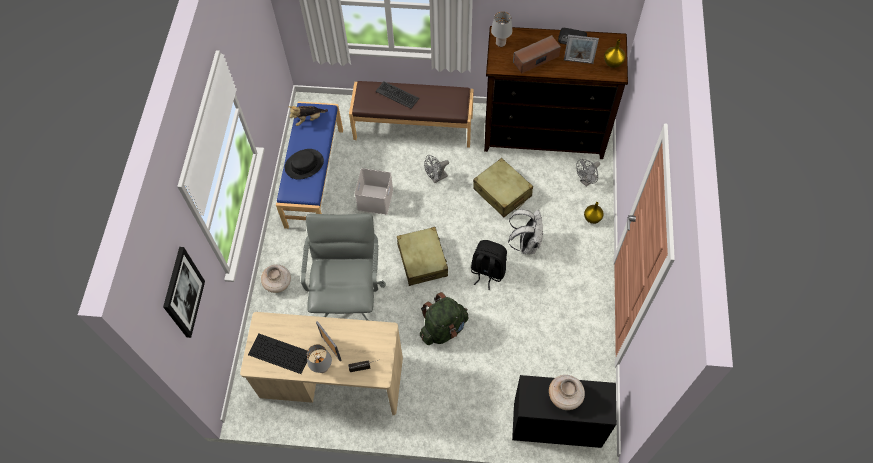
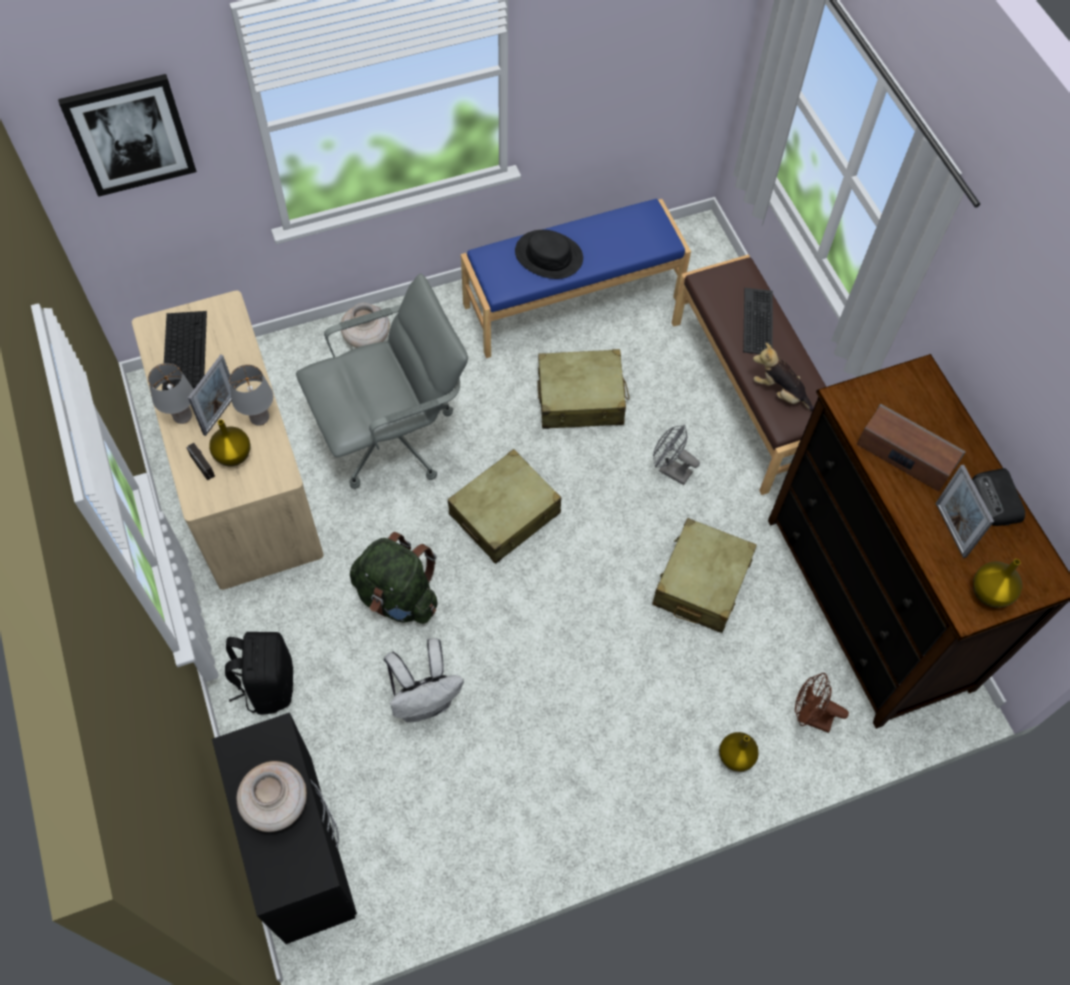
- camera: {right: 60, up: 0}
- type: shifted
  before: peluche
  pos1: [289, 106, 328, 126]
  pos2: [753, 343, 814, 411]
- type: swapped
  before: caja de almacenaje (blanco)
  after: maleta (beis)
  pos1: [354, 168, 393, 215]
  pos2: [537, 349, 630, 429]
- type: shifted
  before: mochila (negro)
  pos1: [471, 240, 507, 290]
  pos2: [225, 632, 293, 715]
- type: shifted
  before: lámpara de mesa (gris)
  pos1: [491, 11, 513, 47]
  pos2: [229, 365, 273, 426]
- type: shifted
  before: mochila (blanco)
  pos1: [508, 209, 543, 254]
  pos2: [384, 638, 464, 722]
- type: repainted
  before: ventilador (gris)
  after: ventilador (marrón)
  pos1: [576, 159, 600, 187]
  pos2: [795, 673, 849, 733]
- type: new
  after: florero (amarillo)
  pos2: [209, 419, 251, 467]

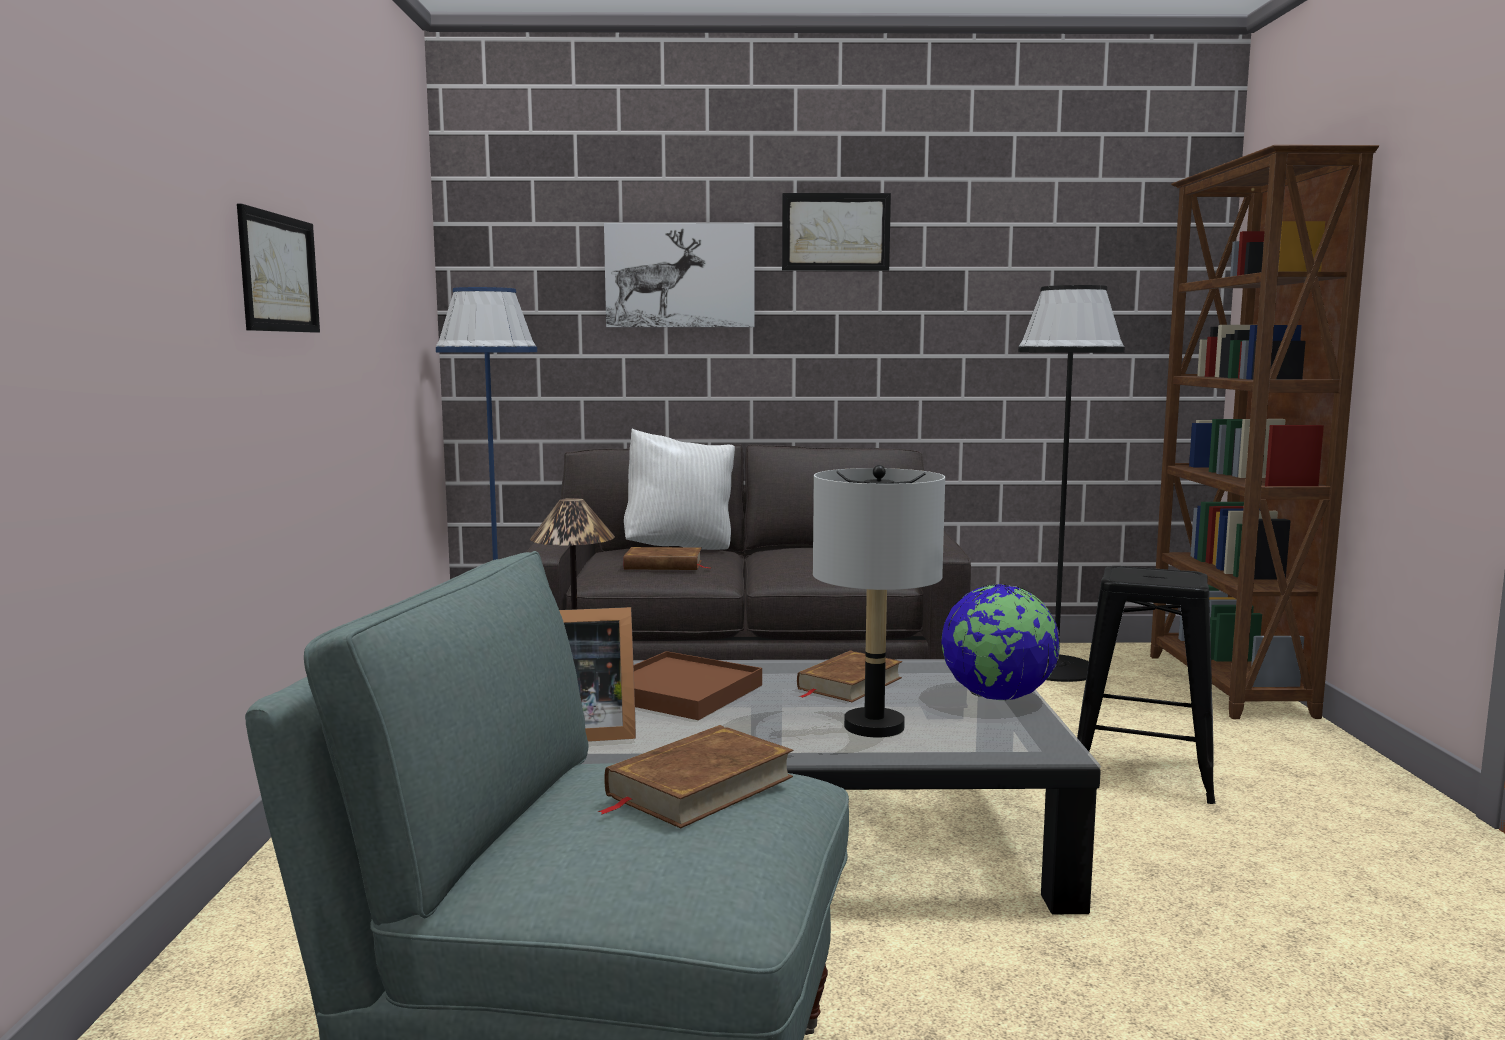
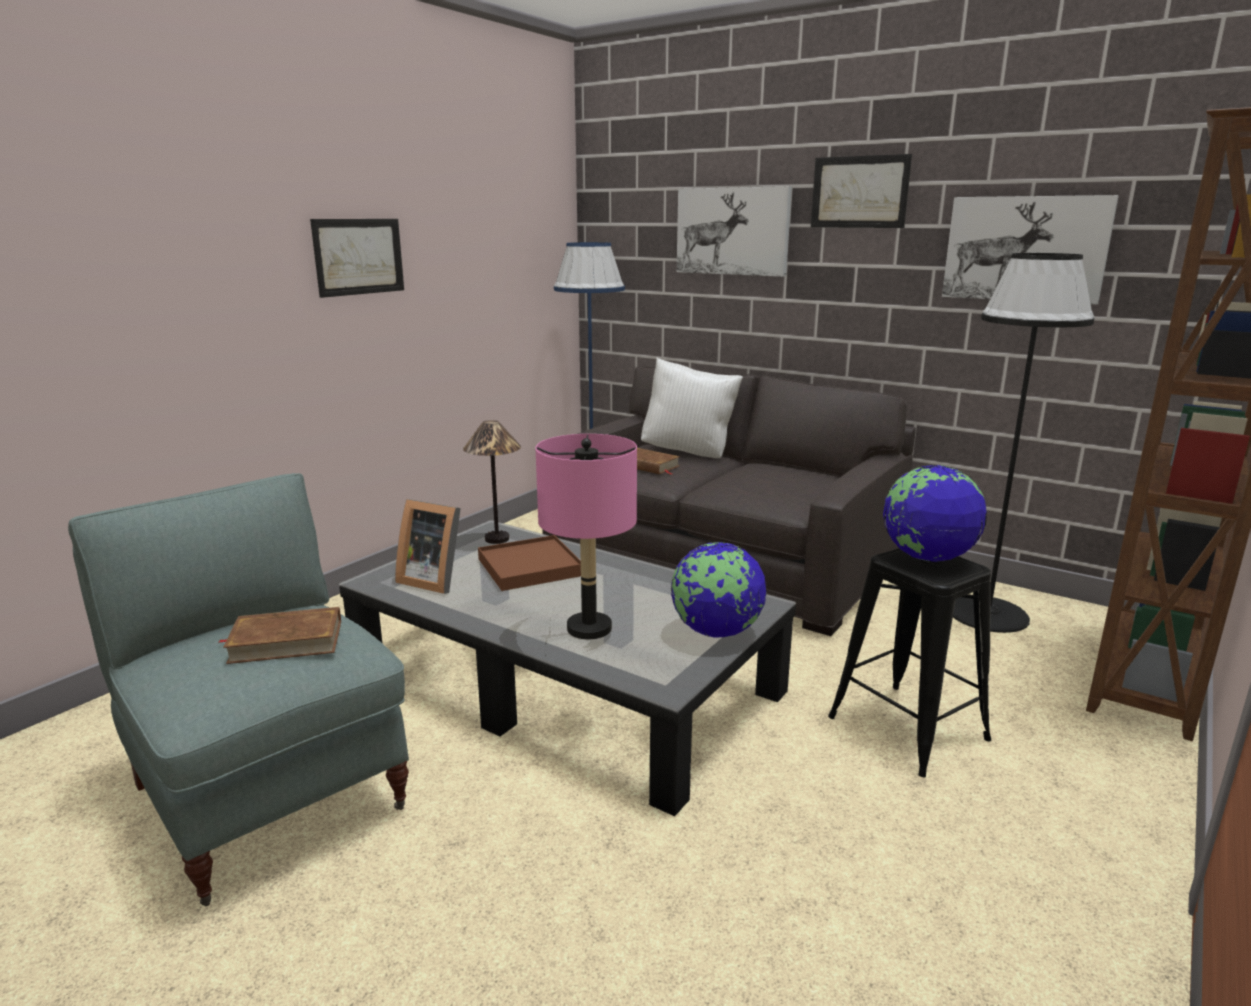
- camera: {right: 35, up: 10}
- type: gone
  before: libro (marrón)
  pos1: [797, 650, 902, 702]
- type: repainted
  before: lámpara de mesa (gris)
  after: lámpara de mesa (rosa)
  pos1: [813, 465, 945, 738]
  pos2: [536, 434, 637, 639]
- type: new
  after: globo terráqueo
  pos2: [883, 465, 987, 562]
- type: new
  after: cuadro
  pos2: [942, 195, 1119, 305]

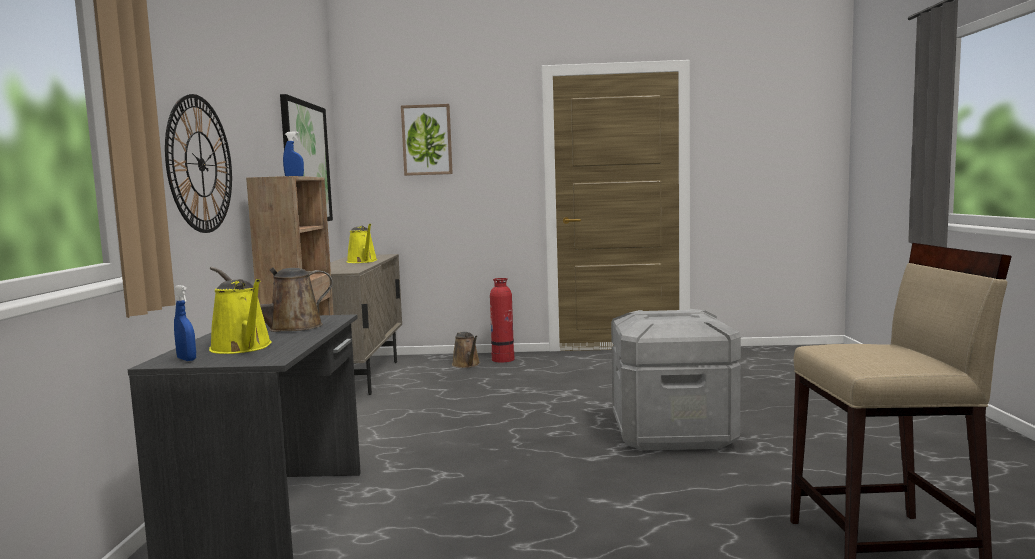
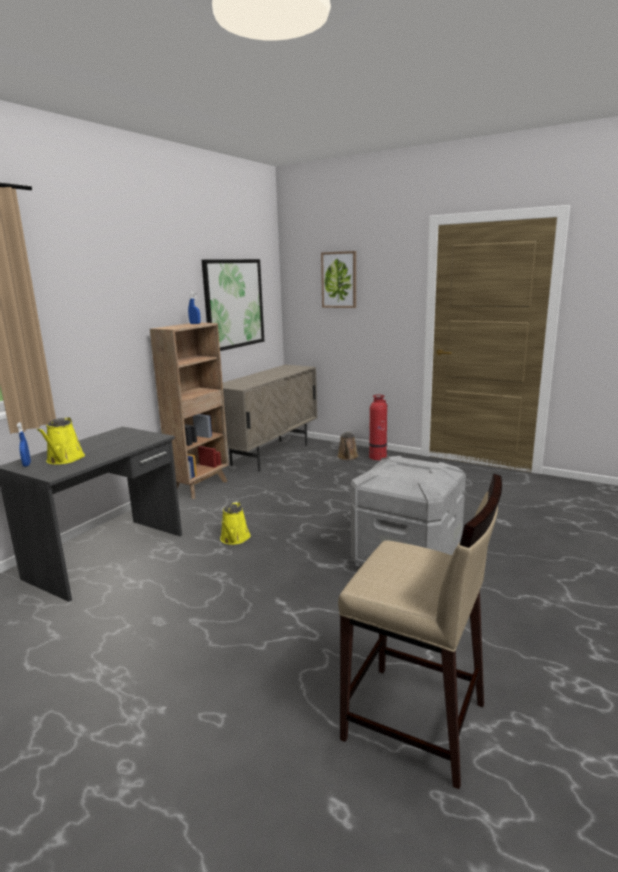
- camera: {right: 30, up: 10}
- type: gone
  before: reloj de pared
  pos1: [165, 94, 232, 233]
- type: gone
  before: regadera (marrón)
  pos1: [210, 266, 333, 332]
- type: shifted
  before: regadera (amarillo)
  pos1: [347, 224, 377, 263]
  pos2: [220, 501, 251, 545]

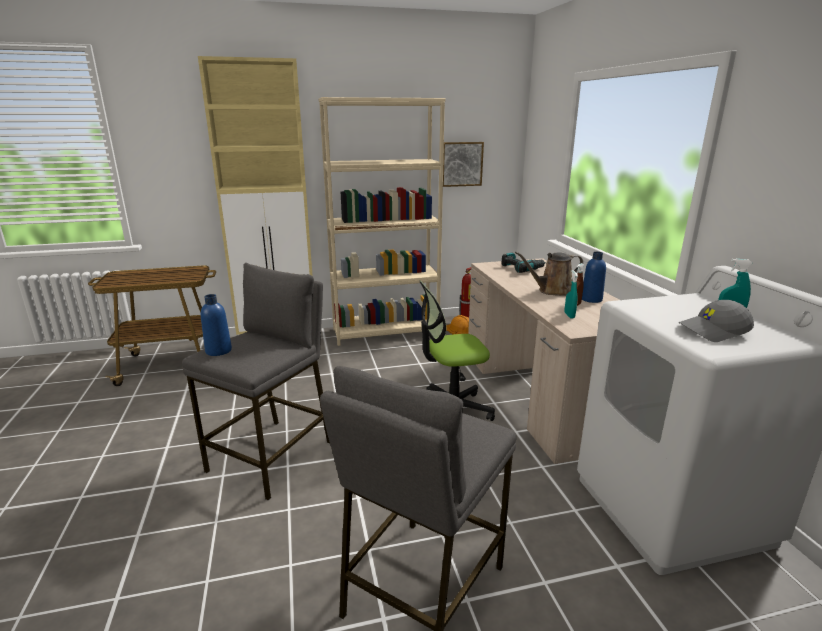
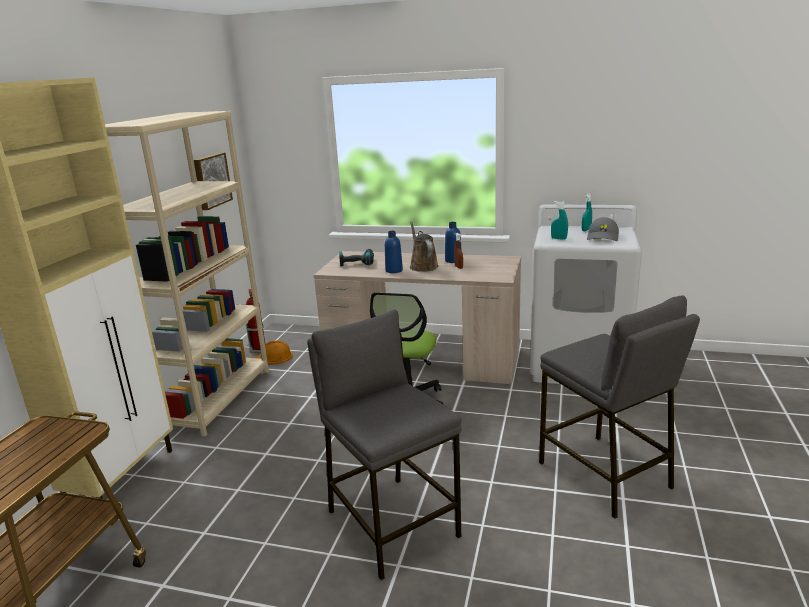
- camera: {right: -60, up: 0}
- type: shifted
  before: botella (azul)
  pos1: [201, 294, 232, 356]
  pos2: [385, 231, 403, 273]
- type: rotated
  before: regadera (marrón)
  pos1: [515, 252, 583, 296]
  pos2: [410, 221, 439, 272]
  turn: 150
- type: shifted
  before: pulverizador (turquesa)
  pos1: [565, 270, 578, 318]
  pos2: [551, 201, 568, 240]

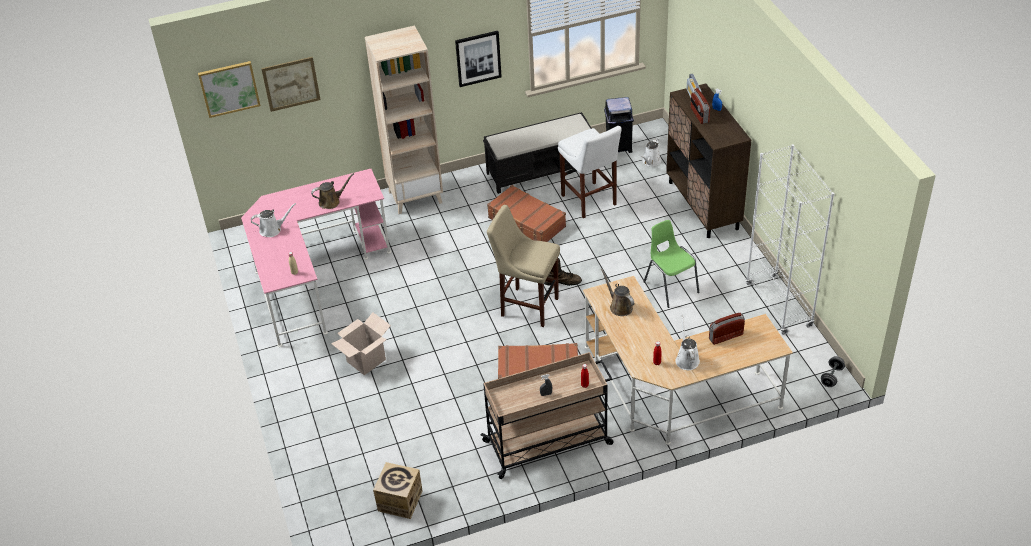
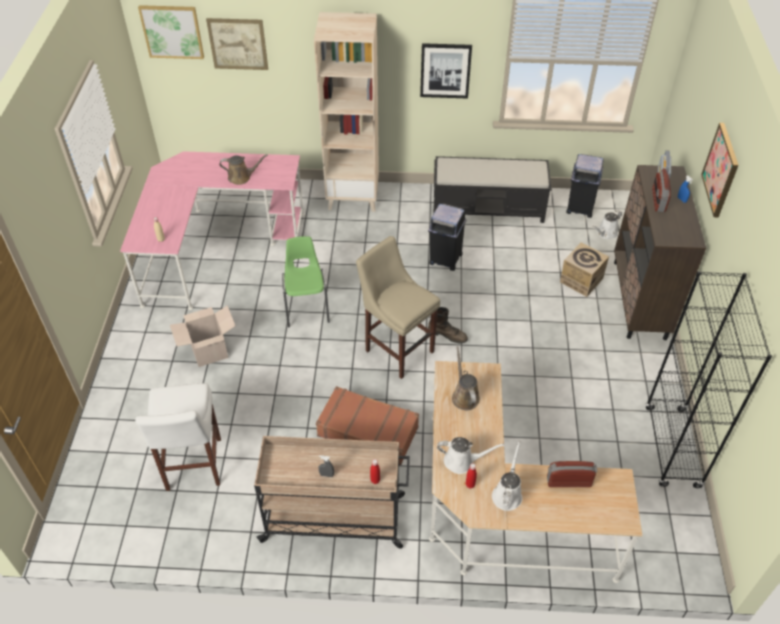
- camera: {right: 20, up: 5}
- type: shifted
  before: regadera (blanco)
  pos1: [251, 203, 296, 237]
  pos2: [437, 437, 505, 474]
- type: shifted
  before: caja de cartón
  pos1: [373, 462, 423, 519]
  pos2: [560, 243, 609, 297]
- type: swapped
  before: maleta (marrón)
  after: papelera (negro)
  pos1: [487, 185, 566, 242]
  pos2: [428, 204, 466, 271]
- type: shifted
  before: taburete (blanco)
  pos1: [558, 126, 622, 218]
  pos2: [135, 383, 221, 491]
- type: shifted
  before: silla (verde)
  pos1: [643, 220, 699, 308]
  pos2: [282, 236, 330, 328]
- type: repainted
  before: estantería (blanco)
  after: estantería (negro)
  pos1: [746, 144, 835, 335]
  pos2: [646, 271, 772, 488]
- type: gone
  before: mancuerna (gris)
  pos1: [821, 356, 845, 387]
- type: new
  after: cuadro
  pos2: [701, 123, 738, 217]

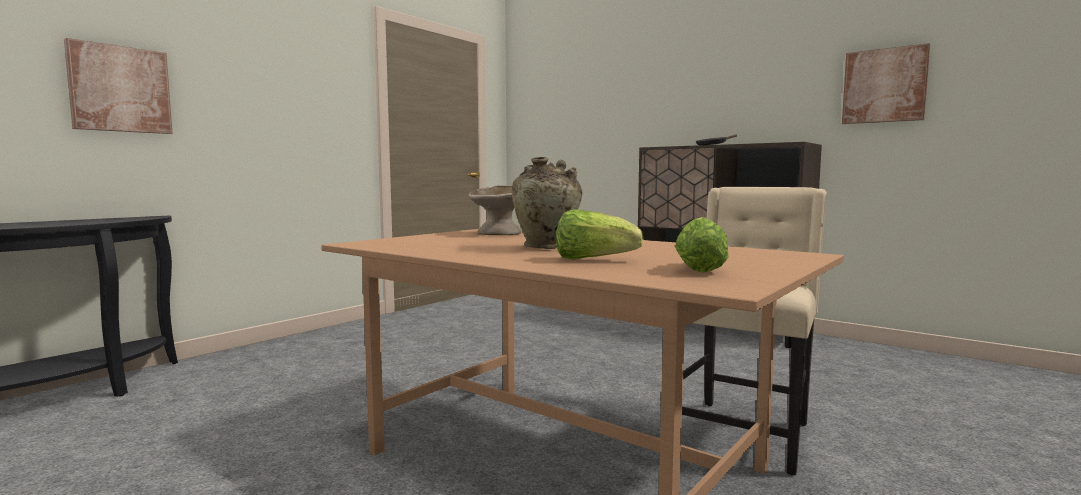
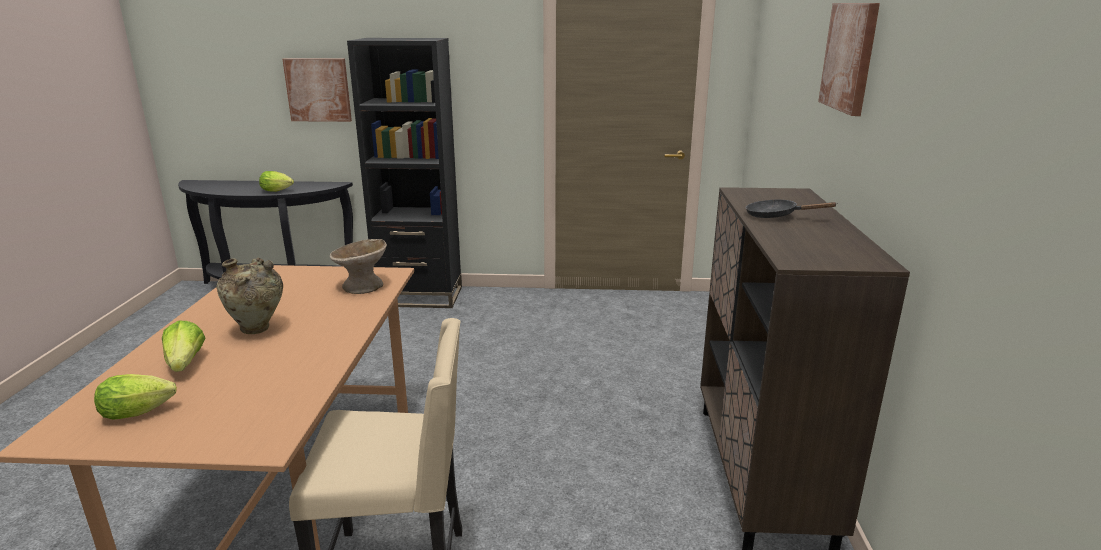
- camera: {right: 55, up: 15}
- type: shifted
  before: cuadro
  pos1: [842, 43, 930, 124]
  pos2: [818, 3, 880, 116]
- type: new
  after: lechuga
  pos2: [259, 171, 294, 192]
- type: new
  after: estantería (negro)
  pos2: [347, 38, 462, 308]

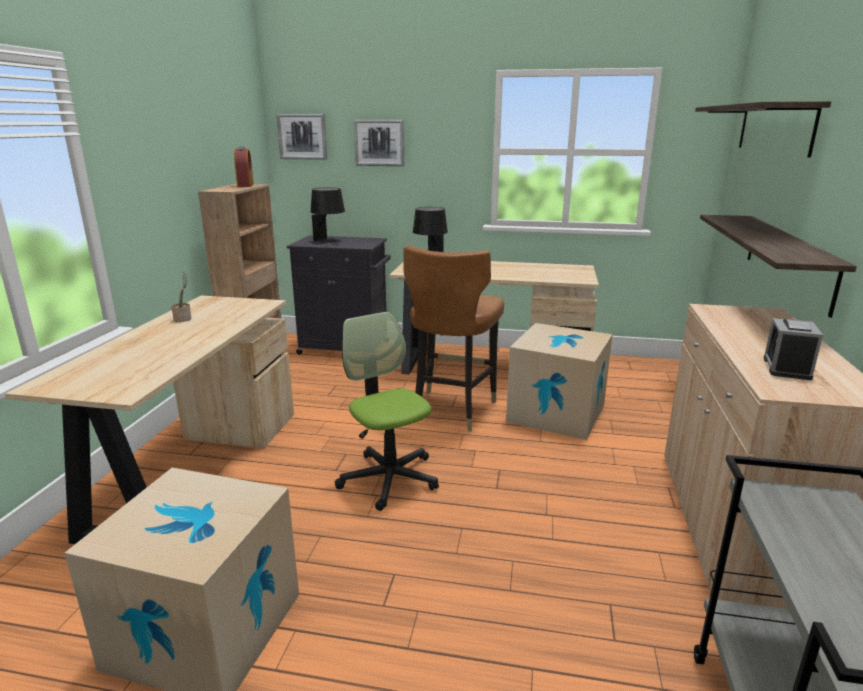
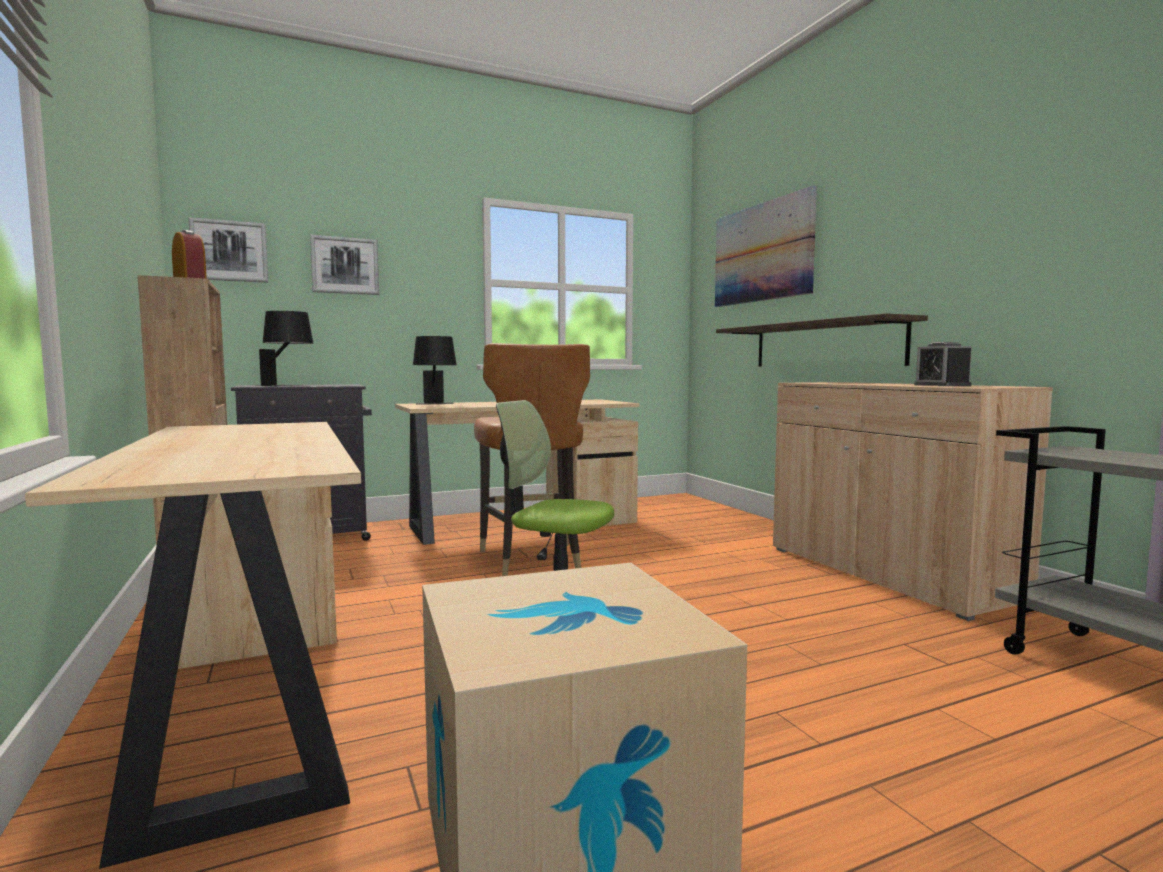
- camera: {right: -35, up: -15}
- type: gone
  before: planta en maceta
  pos1: [171, 272, 191, 322]
- type: gone
  before: caja de cartón
  pos1: [506, 323, 612, 440]
- type: swapped
  before: estante
  after: cuadro
  pos1: [695, 101, 831, 157]
  pos2: [715, 186, 817, 307]

